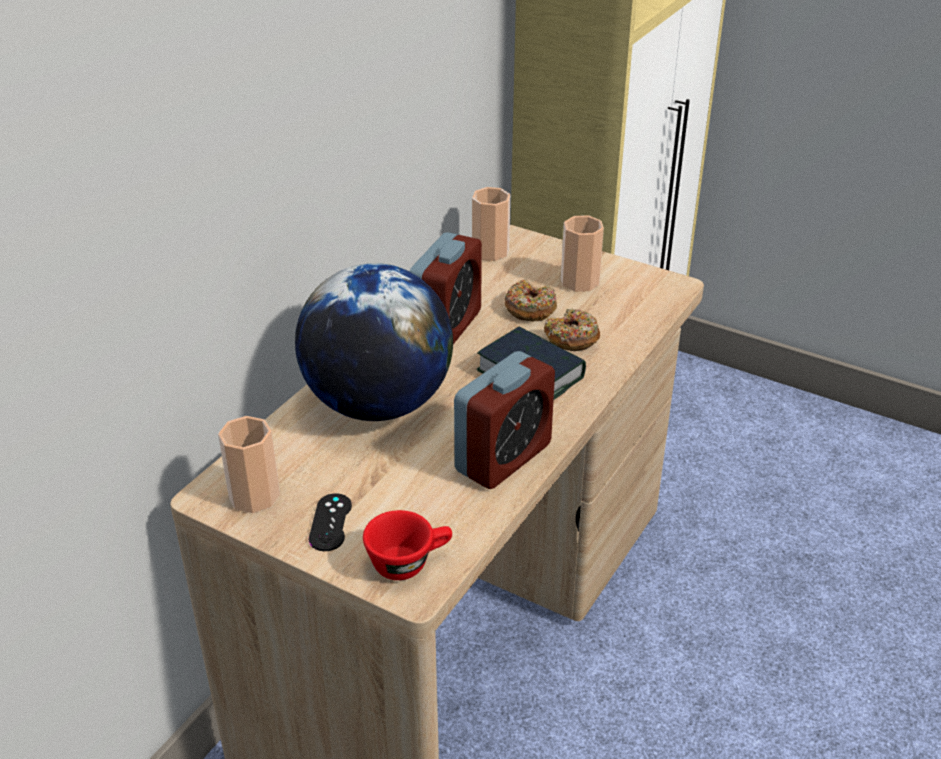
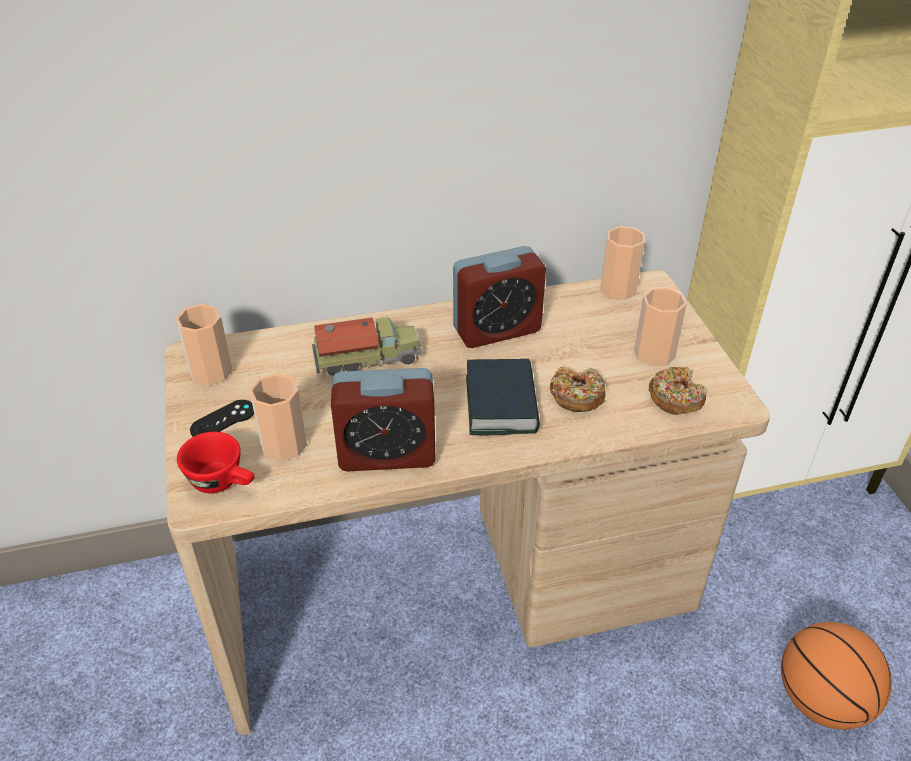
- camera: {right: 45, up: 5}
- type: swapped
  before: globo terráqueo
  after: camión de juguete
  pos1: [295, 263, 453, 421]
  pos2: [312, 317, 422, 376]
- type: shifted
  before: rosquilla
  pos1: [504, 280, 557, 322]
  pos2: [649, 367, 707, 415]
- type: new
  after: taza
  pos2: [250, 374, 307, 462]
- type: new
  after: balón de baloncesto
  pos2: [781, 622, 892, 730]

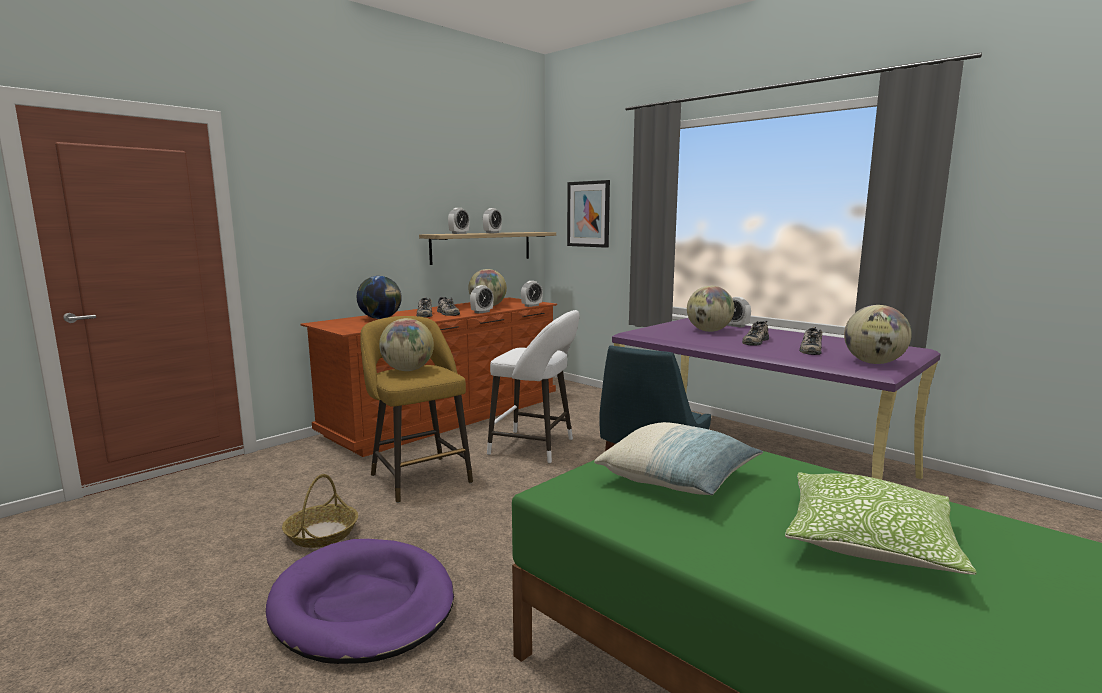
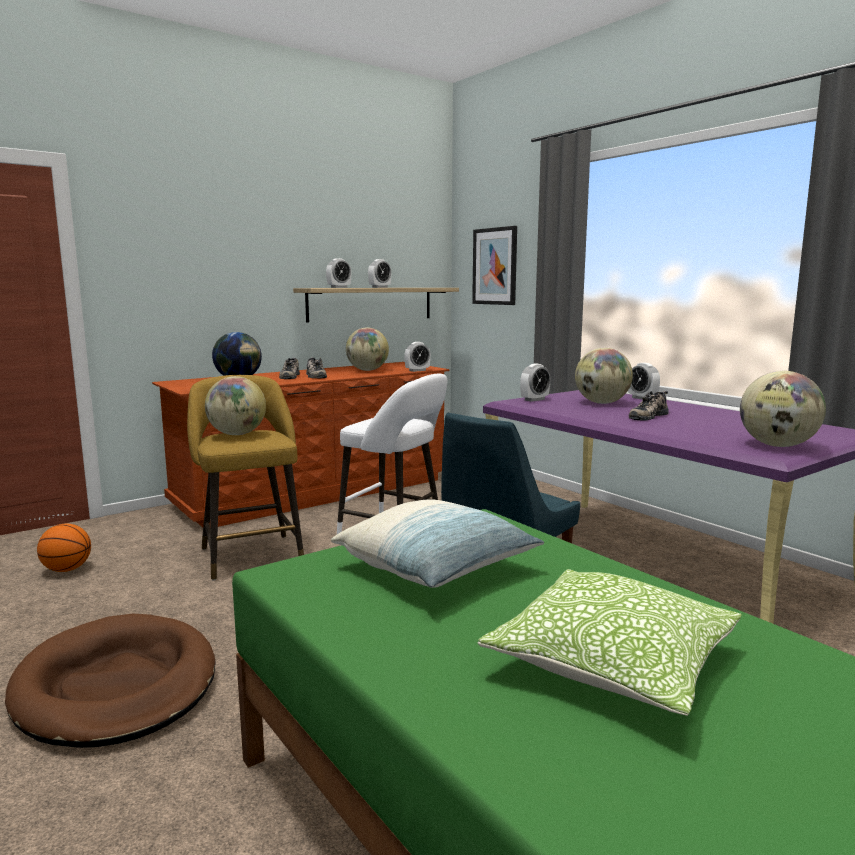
- camera: {right: 10, up: 0}
- type: repainted
  before: cama para perro (morado)
  after: cama para perro (marrón)
  pos1: [266, 539, 454, 664]
  pos2: [5, 614, 216, 748]
- type: gone
  before: cesta
  pos1: [282, 474, 358, 548]
- type: shifted
  before: despertador
  pos1: [470, 285, 493, 314]
  pos2: [520, 364, 551, 402]
- type: gone
  before: zapato
  pos1: [799, 327, 822, 355]
- type: new
  after: balón de baloncesto
  pos2: [37, 524, 91, 572]

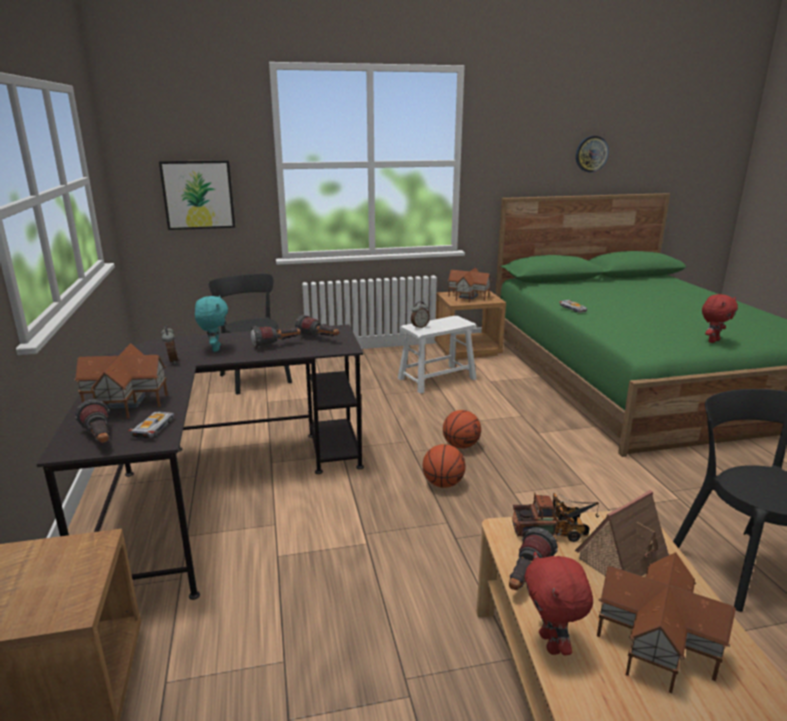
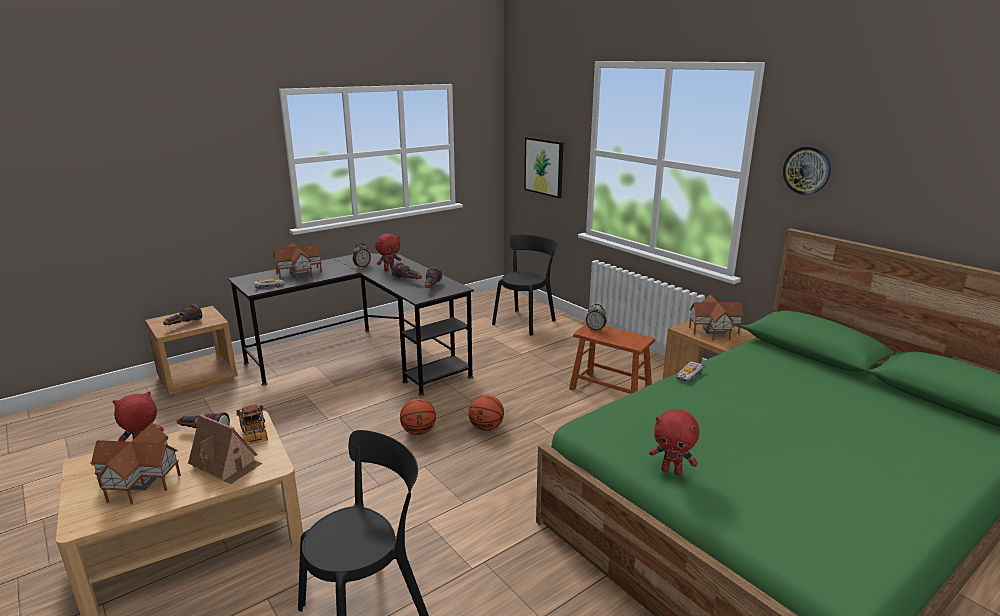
- camera: {right: 65, up: 0}
- type: shifted
  before: linterna
  pos1: [75, 399, 110, 443]
  pos2: [163, 304, 202, 325]
- type: repainted
  before: peluche (turquesa)
  after: peluche (rojo)
  pos1: [195, 295, 228, 352]
  pos2: [375, 234, 401, 271]
- type: repainted
  before: taburete (blanco)
  after: taburete (marrón)
  pos1: [398, 316, 477, 394]
  pos2: [569, 324, 655, 394]
- type: shifted
  before: reloj de pared
  pos1: [576, 136, 609, 172]
  pos2: [783, 146, 831, 195]

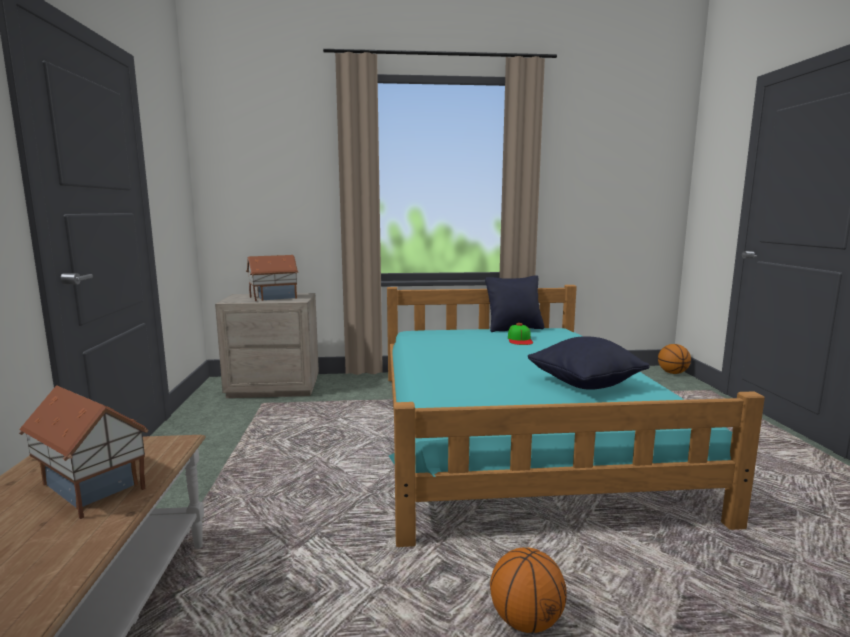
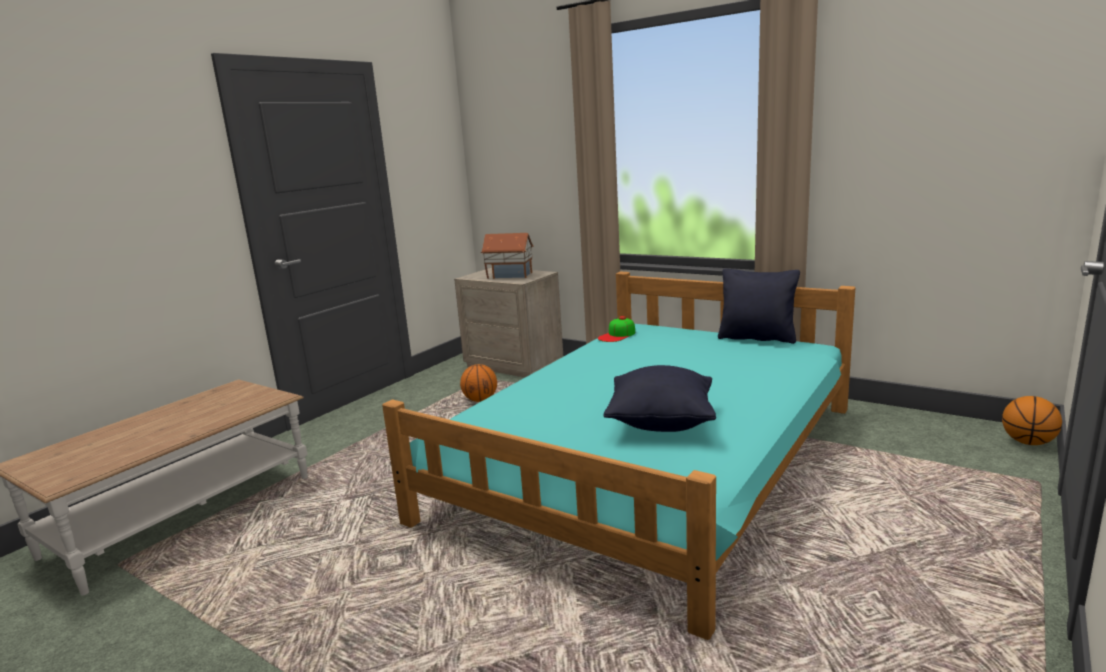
- camera: {right: 40, up: 5}
- type: gone
  before: casita
  pos1: [19, 385, 148, 519]
- type: shifted
  before: balón de baloncesto
  pos1: [490, 547, 567, 633]
  pos2: [460, 364, 497, 402]
- type: shifted
  before: gorra
  pos1: [508, 323, 533, 345]
  pos2: [598, 316, 635, 342]

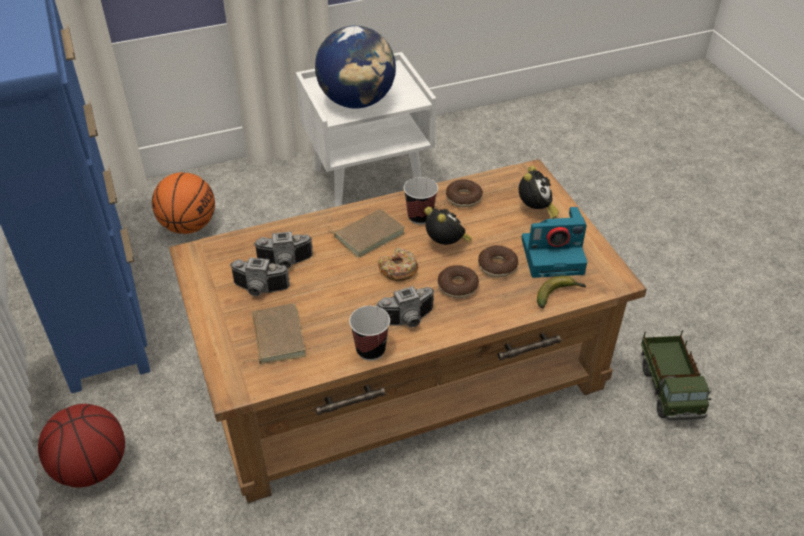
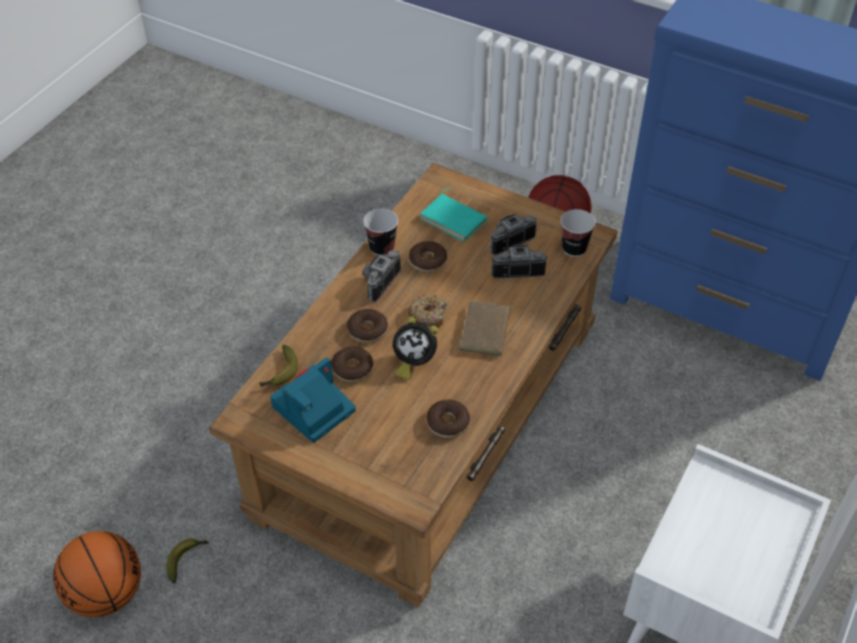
- camera: {right: 140, up: 5}
- type: shifted
  before: balón de baloncesto
  pos1: [152, 172, 215, 234]
  pos2: [53, 531, 141, 617]
- type: repainted
  before: libro (marrón)
  after: libro (turquesa)
  pos1: [244, 303, 306, 364]
  pos2: [420, 188, 487, 242]
- type: rotated
  before: cámara
  pos1: [253, 231, 313, 269]
  pos2: [491, 245, 548, 279]
  turn: 45
- type: gone
  before: globo terráqueo
  pos1: [315, 25, 396, 109]
- type: shifted
  before: taza
  pos1: [404, 177, 438, 225]
  pos2: [561, 209, 596, 257]
- type: gone
  before: despertador
  pos1: [519, 166, 559, 219]
- type: swapped
  before: camión de juguete
  after: plátano
  pos1: [641, 330, 711, 421]
  pos2: [166, 538, 209, 583]
- type: new
  after: rosquilla
  pos2: [409, 241, 447, 272]

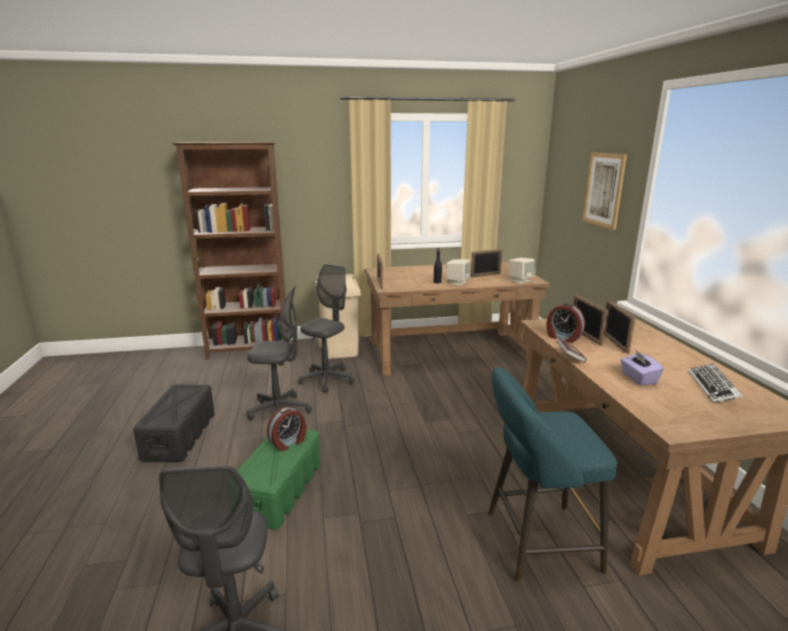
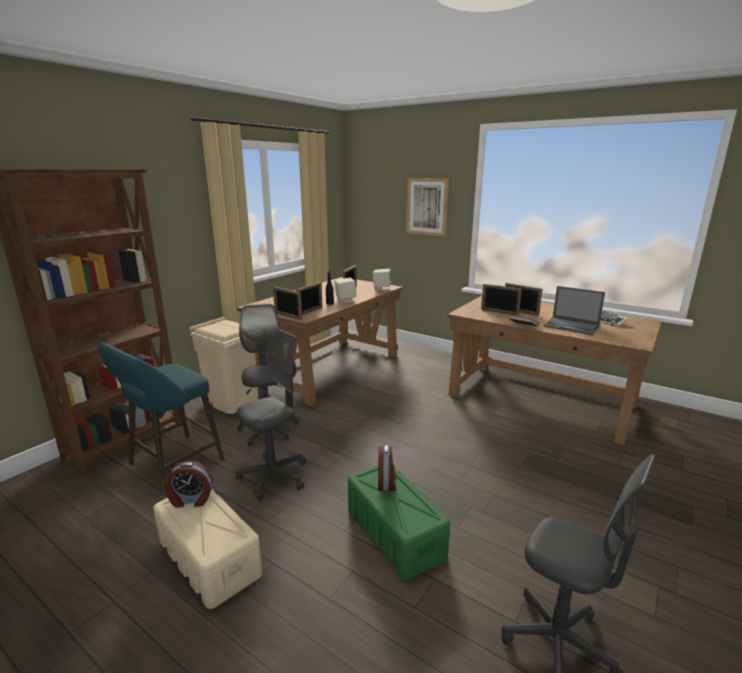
- camera: {right: -45, up: 0}
- type: repainted
  before: caja de almacenaje (negro)
  after: caja de almacenaje (beis)
  pos1: [133, 385, 215, 462]
  pos2: [153, 489, 262, 609]
- type: shifted
  before: taburete (turquesa)
  pos1: [488, 367, 617, 582]
  pos2: [98, 342, 224, 492]
- type: shifted
  before: despertador
  pos1: [546, 303, 586, 343]
  pos2: [166, 461, 213, 507]
- type: swapped
  before: caja de pañuelos (morado)
  after: portátil
  pos1: [621, 351, 664, 386]
  pos2: [544, 286, 605, 335]
- type: new
  after: portarretratos
  pos2: [296, 282, 322, 315]

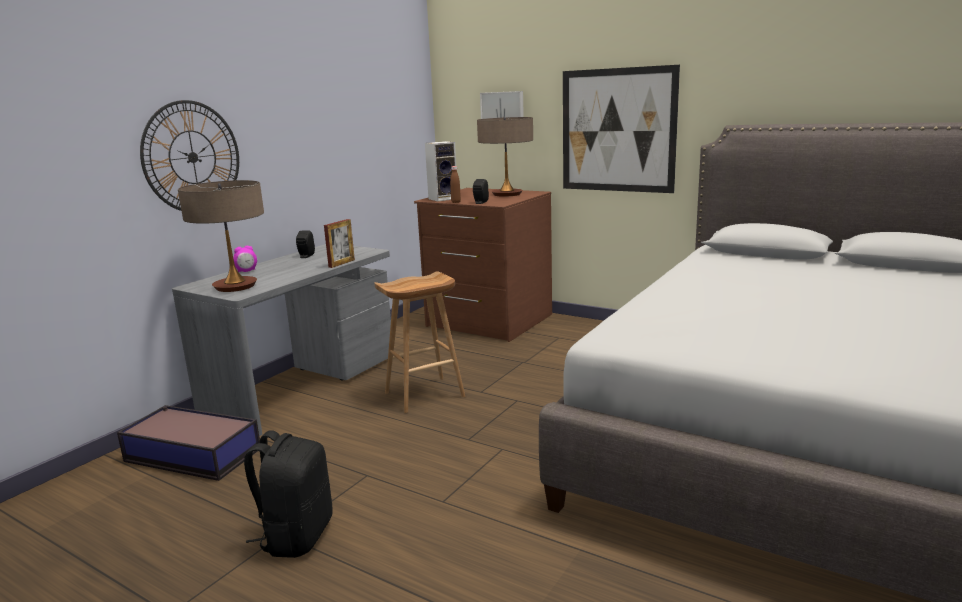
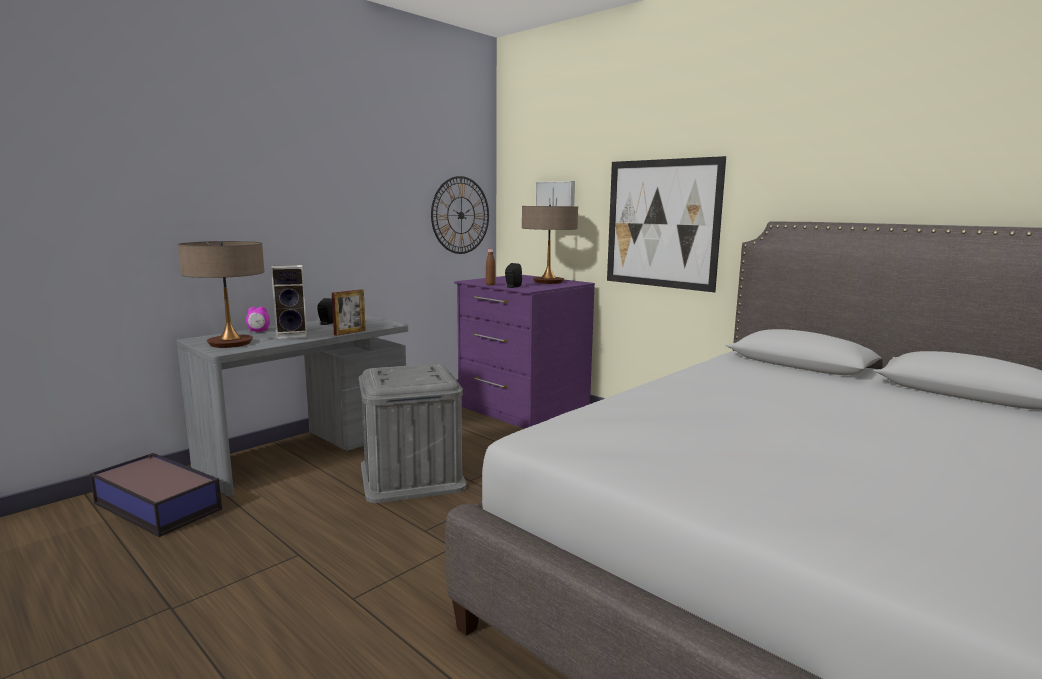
- camera: {right: 10, up: -5}
- type: shifted
  before: reloj de pared
  pos1: [140, 100, 239, 211]
  pos2: [431, 176, 489, 254]
- type: gone
  before: mochila (negro)
  pos1: [244, 430, 333, 558]
- type: swapped
  before: taburete (marrón)
  after: caja de almacenaje (gris)
  pos1: [374, 271, 465, 413]
  pos2: [359, 364, 467, 503]
- type: repainted
  before: cómoda (marrón)
  after: cómoda (morado)
  pos1: [414, 188, 552, 342]
  pos2: [454, 275, 595, 429]
- type: shifted
  before: altavoz
  pos1: [425, 141, 456, 201]
  pos2: [271, 265, 307, 339]

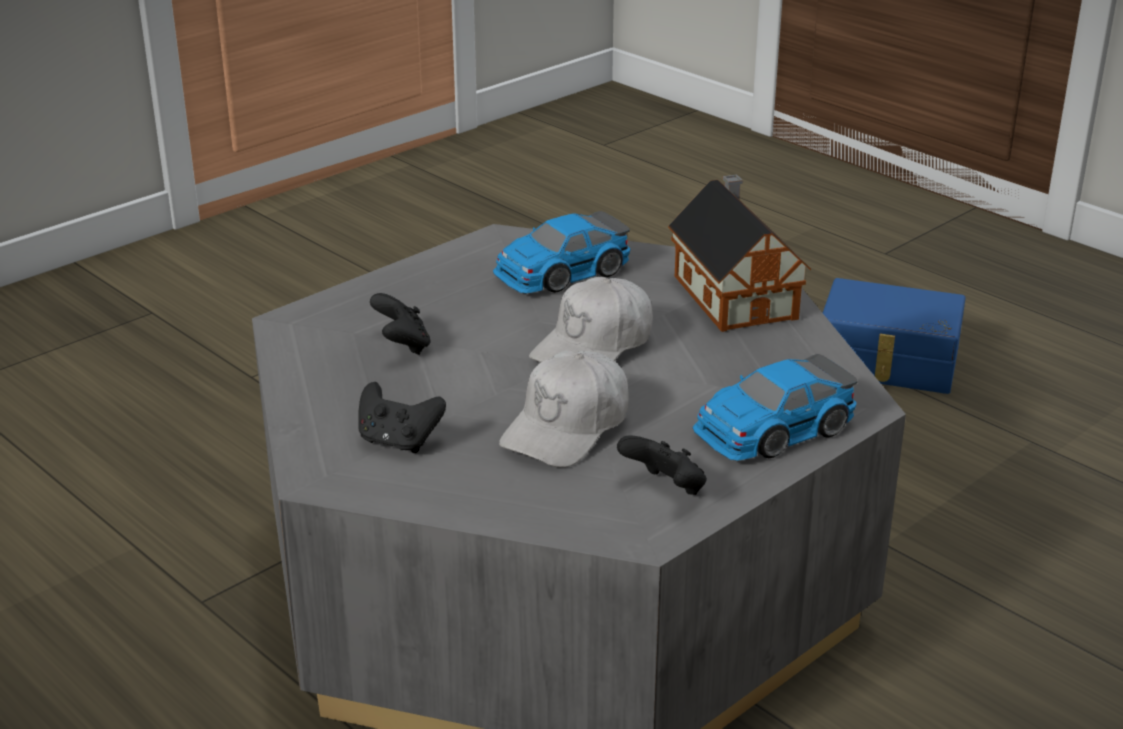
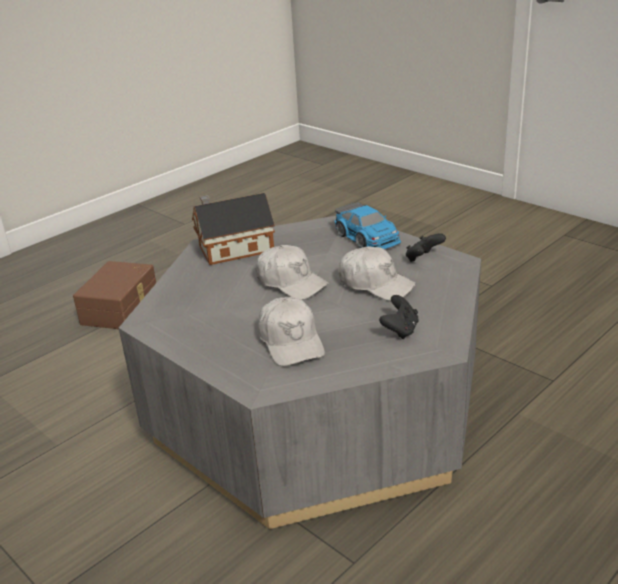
- camera: {right: -90, up: 0}
- type: swapped
  before: mando de consola (negro)
  after: gorra (blanco)
  pos1: [370, 293, 431, 355]
  pos2: [258, 297, 325, 366]
- type: gone
  before: coche de juguete
  pos1: [493, 211, 630, 293]
- type: repainted
  before: caja de almacenaje (azul)
  after: caja de almacenaje (marrón)
  pos1: [823, 278, 966, 394]
  pos2: [73, 261, 156, 329]

